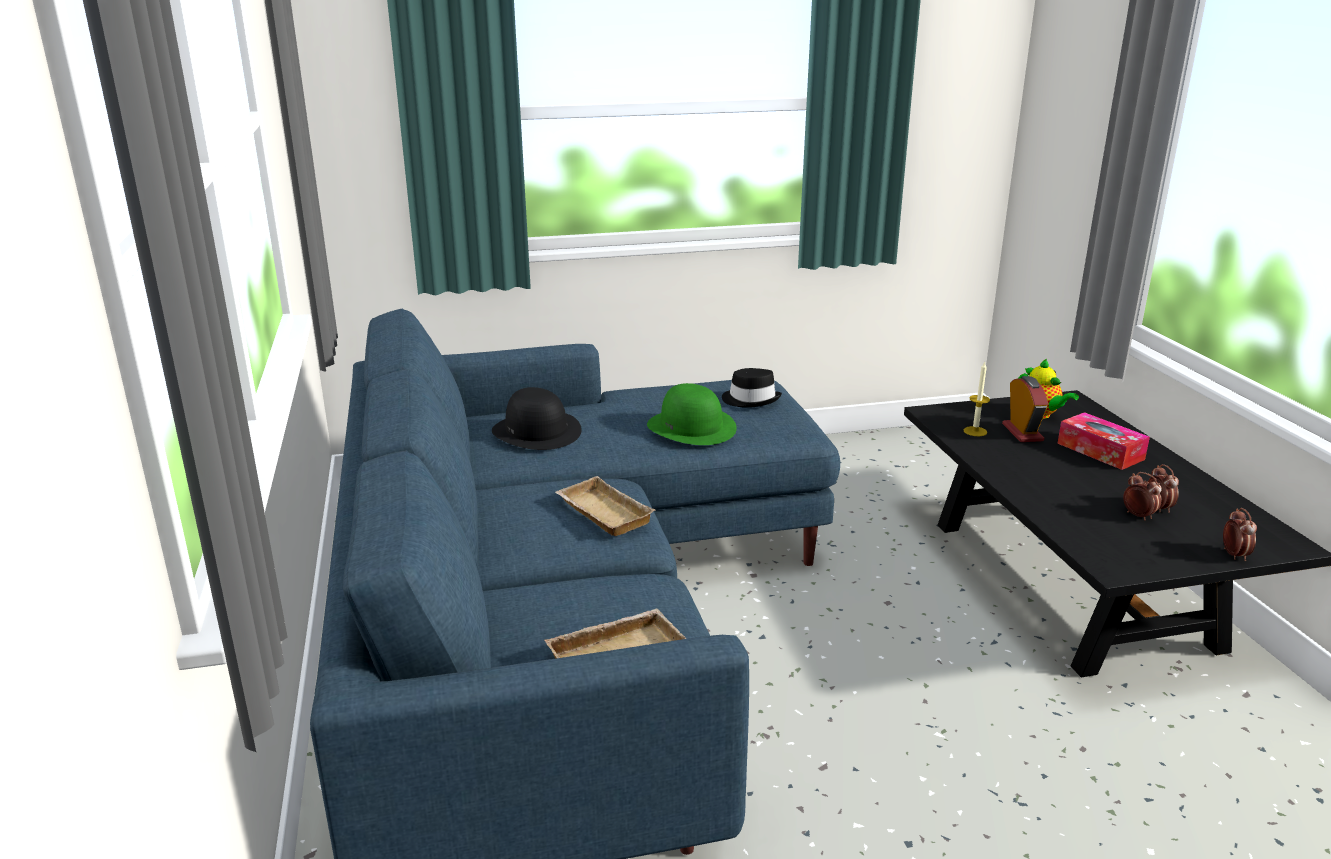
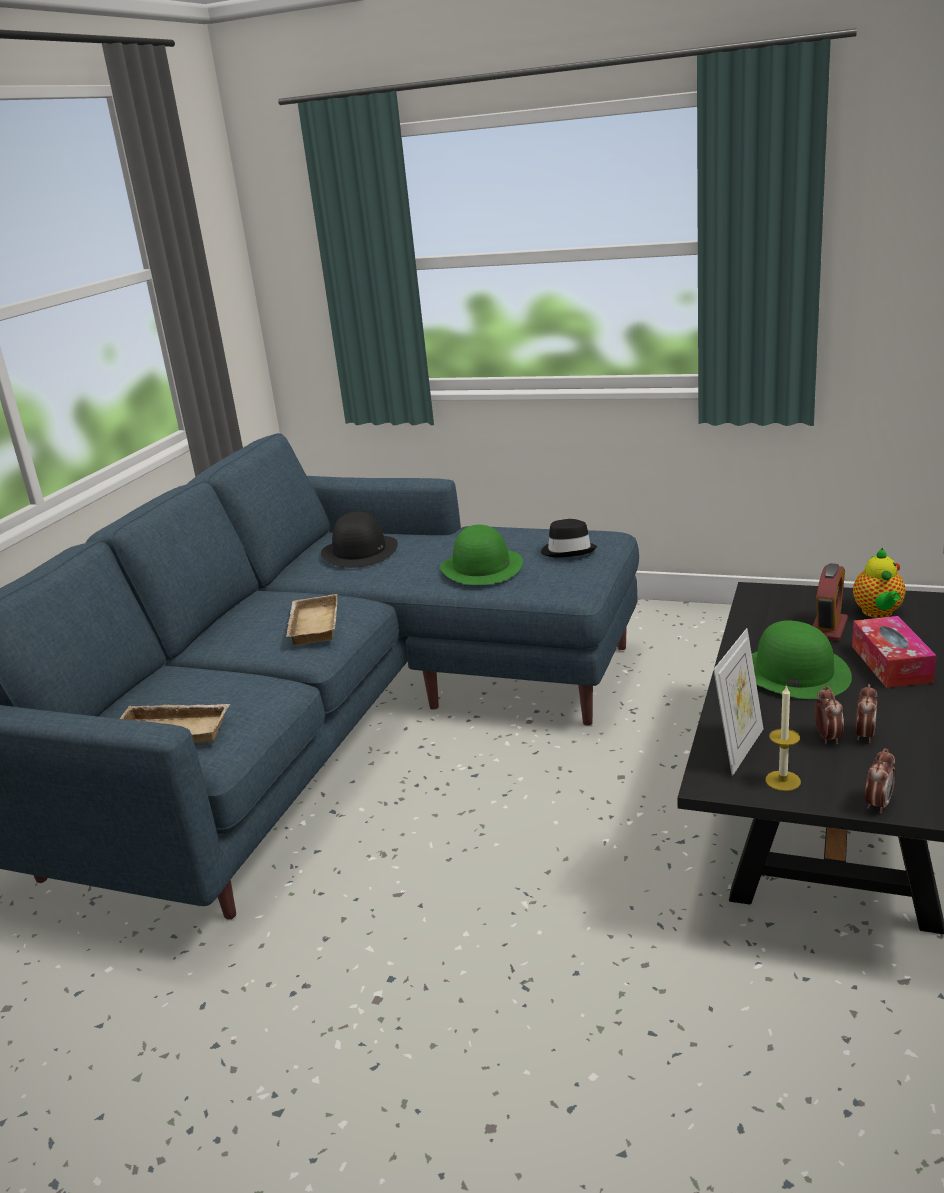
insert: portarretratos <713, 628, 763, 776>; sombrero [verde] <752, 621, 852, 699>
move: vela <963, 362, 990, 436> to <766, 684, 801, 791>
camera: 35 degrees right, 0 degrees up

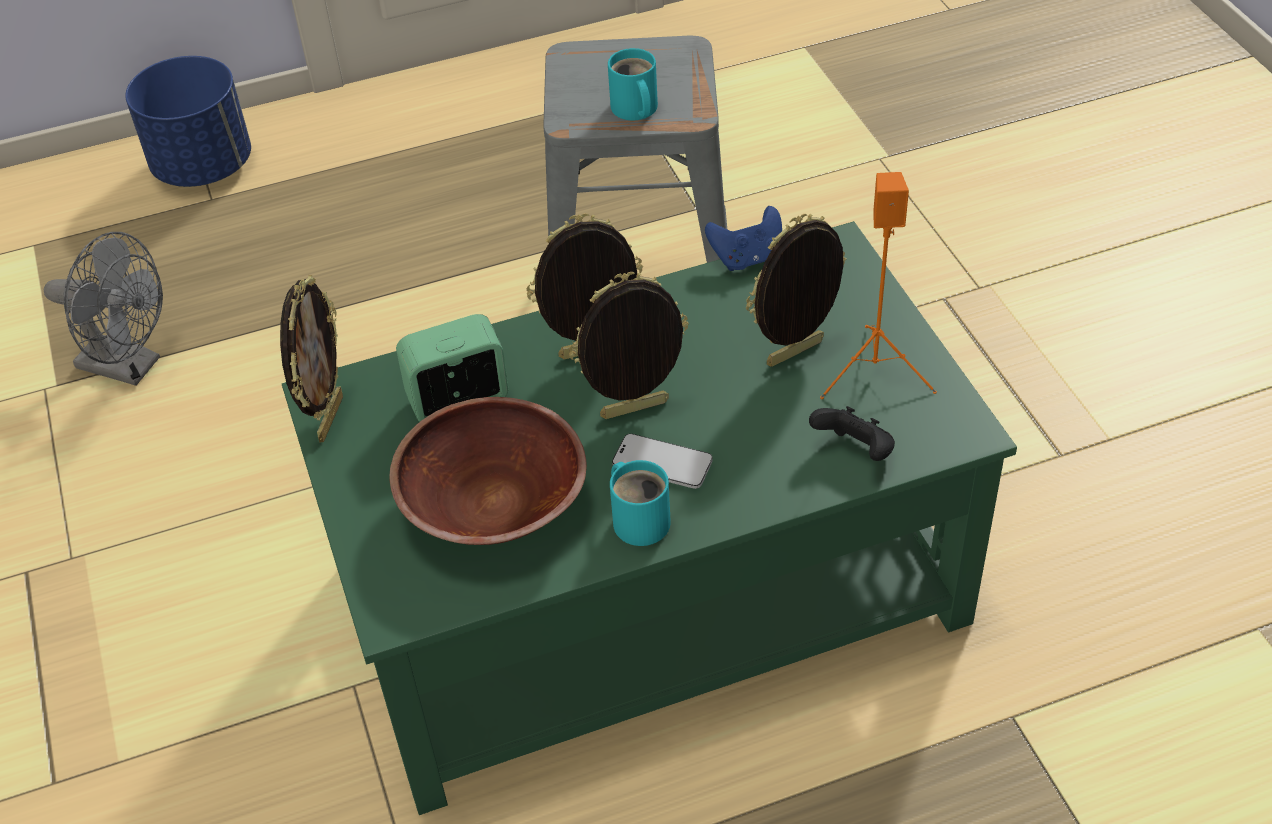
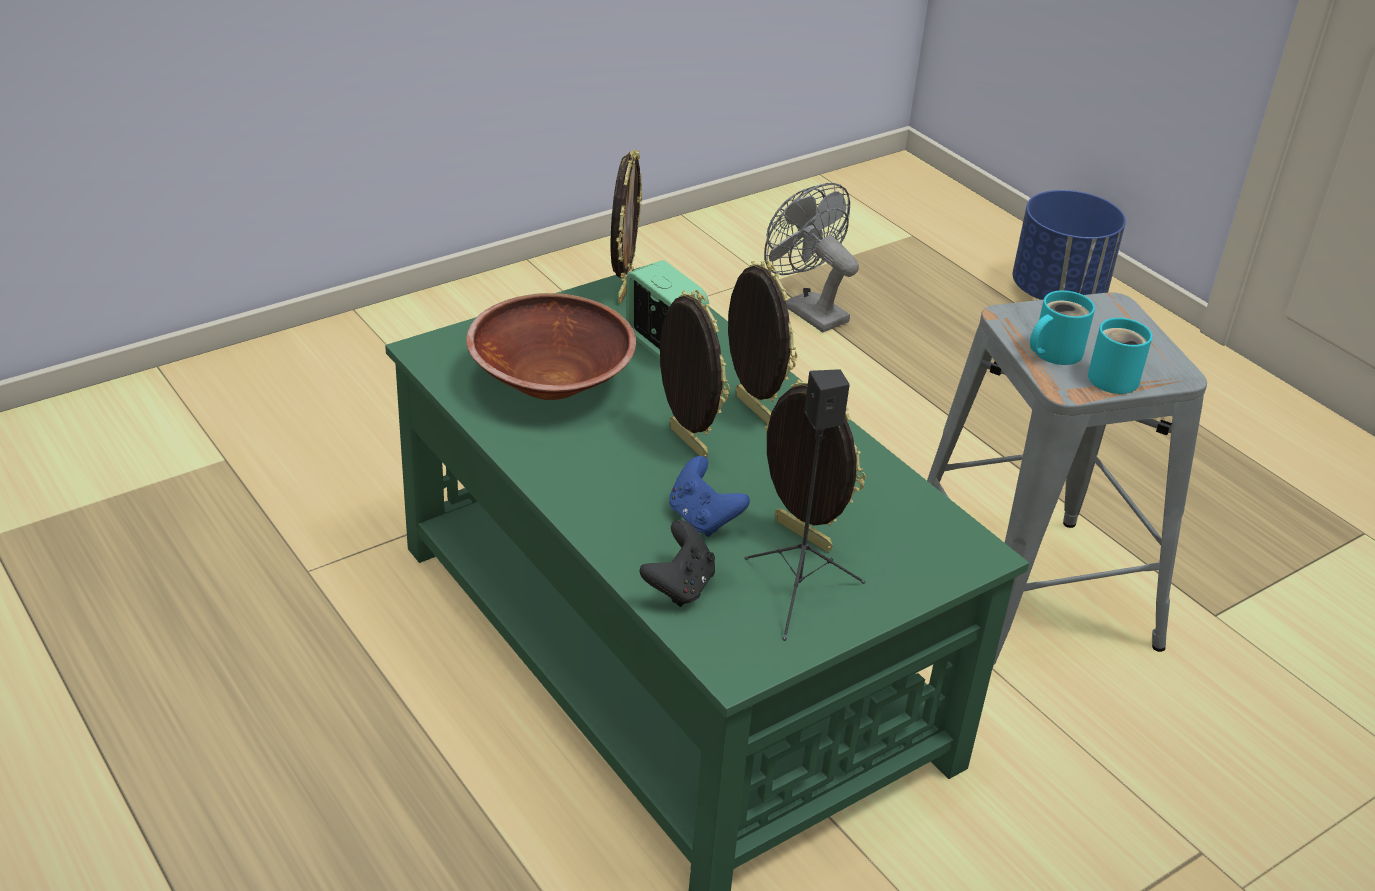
delete: móvil <612, 434, 713, 489>
move: taza grande [turquesa] <610, 460, 671, 546> to <1088, 318, 1152, 394>; mando de consola [azul] <705, 206, 782, 271> to <669, 456, 750, 537>
recolor: altavoz [naranja] <820, 172, 937, 399> to altavoz [negro] <745, 369, 865, 641>
rotate: ventilador [gris] <44, 232, 163, 386> = <764, 183, 859, 332> 135 degrees clockwise; portarretratos <280, 275, 343, 443> = <611, 149, 642, 304> 75 degrees counterclockwise
camera: 70 degrees right, 10 degrees down

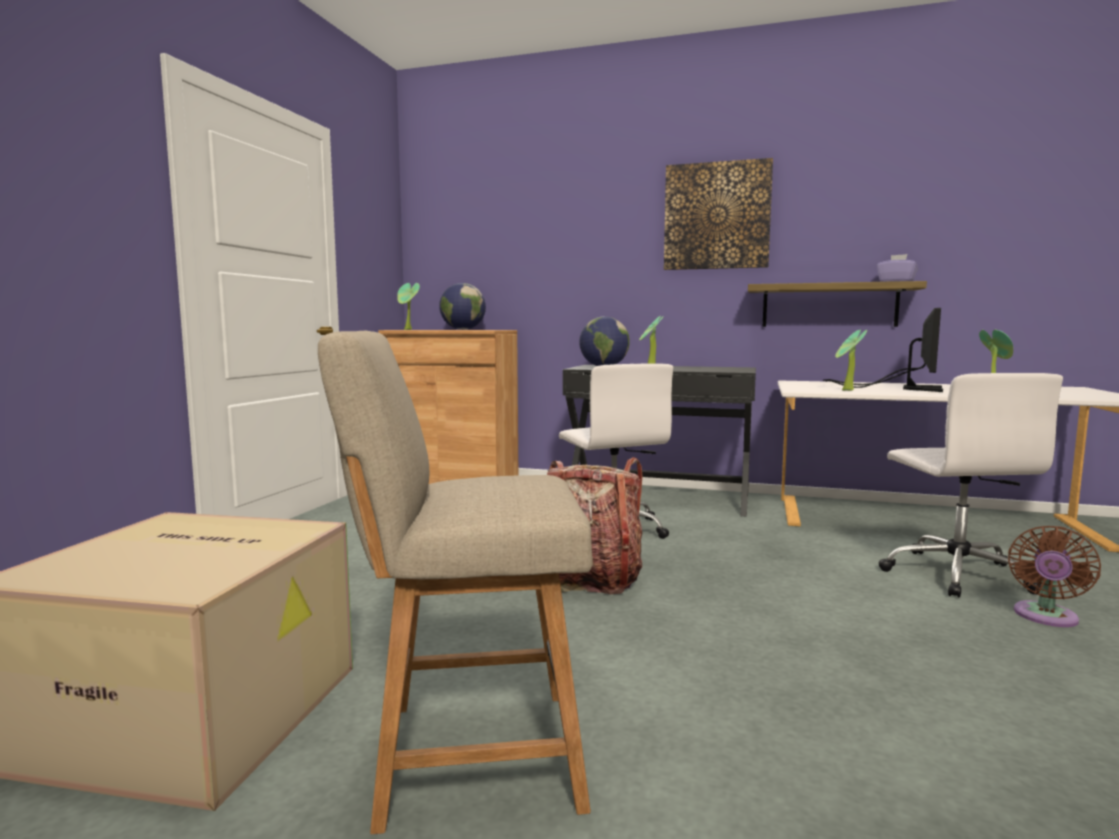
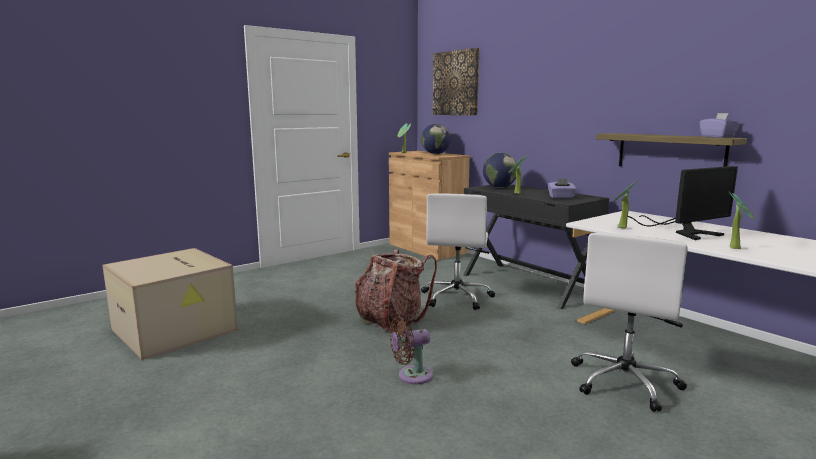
delete: silla [beis] <318, 331, 593, 834>
insert: caja de pañuelos [morado] <548, 178, 576, 198>
move: cuadro <664, 158, 773, 270> to <433, 48, 480, 115>; ventilador [marrón] <1008, 526, 1101, 627> to <389, 317, 433, 384>
camera: 35 degrees right, 5 degrees up

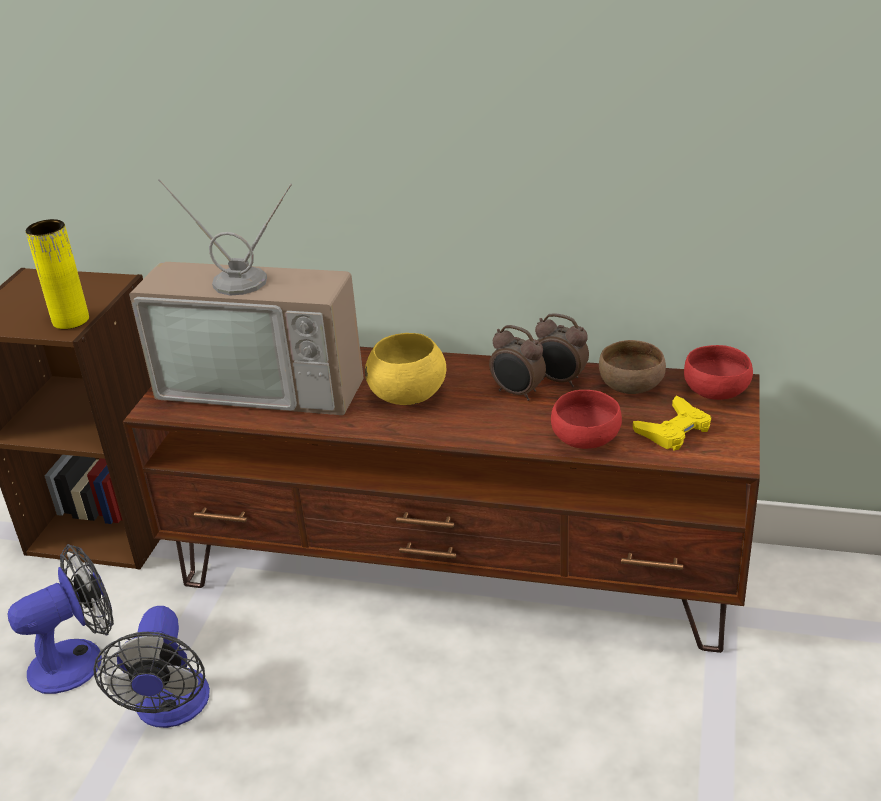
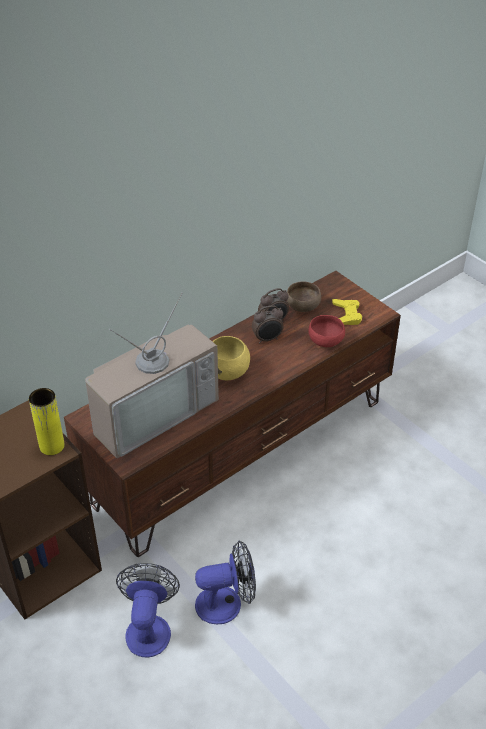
delete: cuenco [rojo] <684, 345, 753, 400>
rotate: ventilador <93, 606, 210, 728> = <195, 540, 256, 624> 45 degrees counterclockwise
camera: 55 degrees left, 10 degrees up

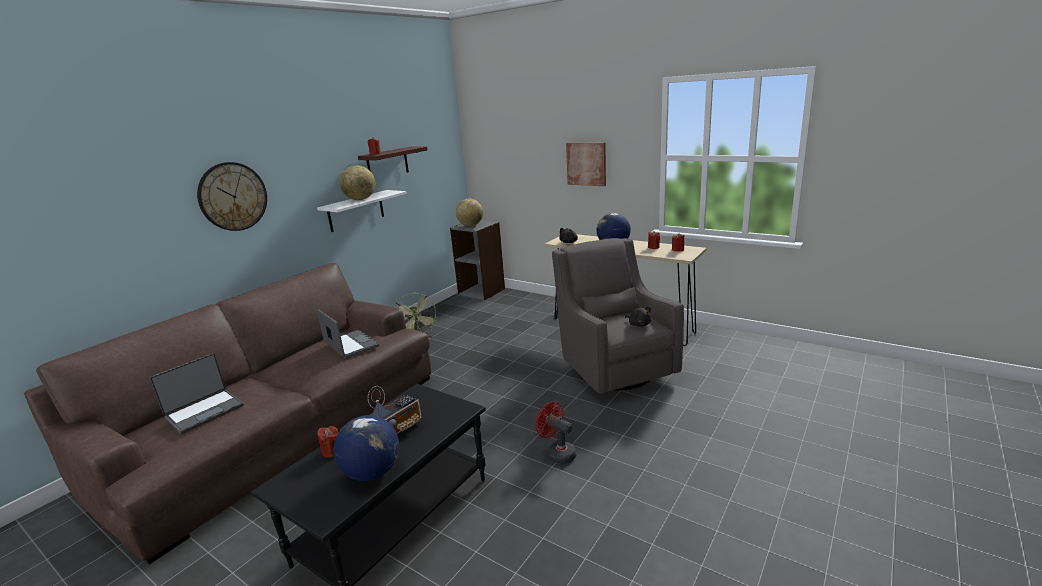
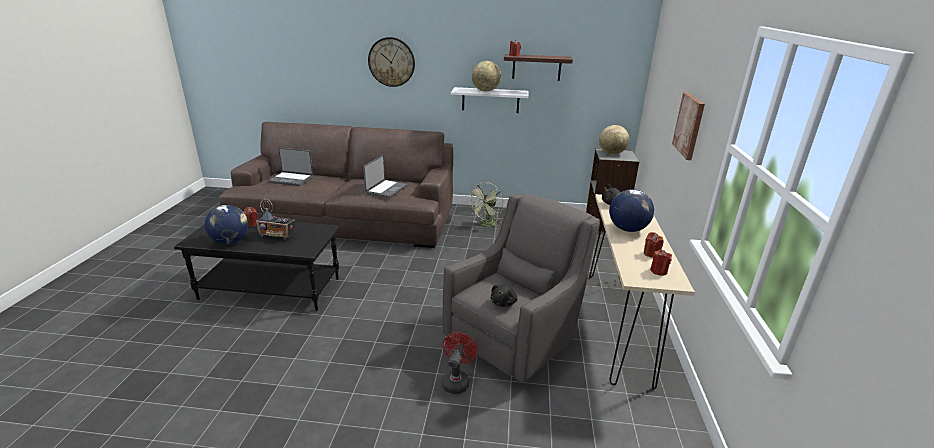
move: ventilador [rojo] <536, 402, 576, 464> to <442, 332, 478, 394>
camera: 60 degrees right, 5 degrees up

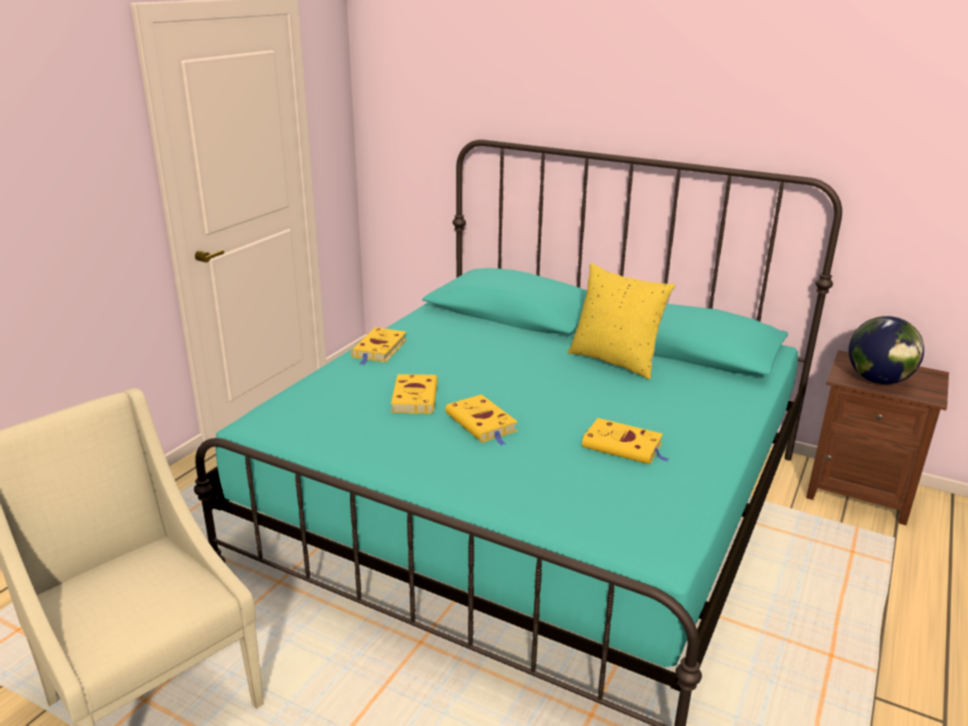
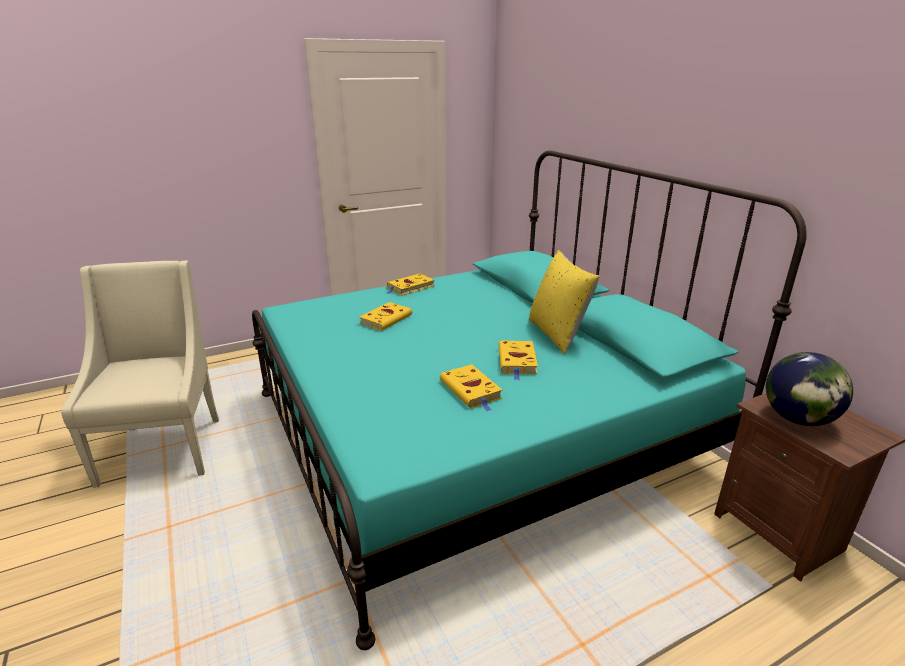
move: libro [amarillo] <445, 394, 518, 446> to <499, 340, 538, 380>
camera: 35 degrees right, 0 degrees up

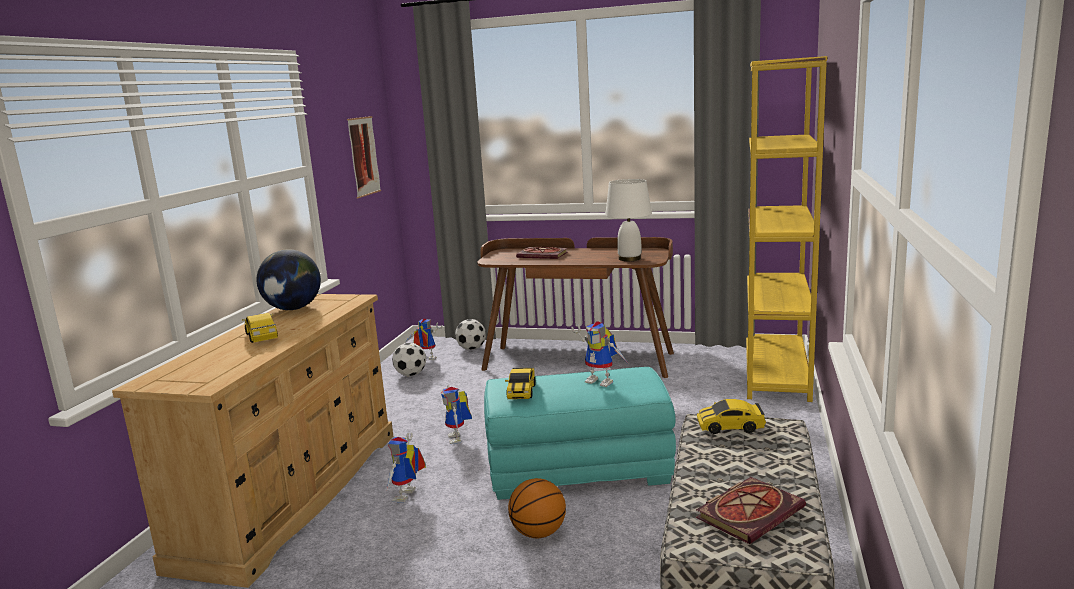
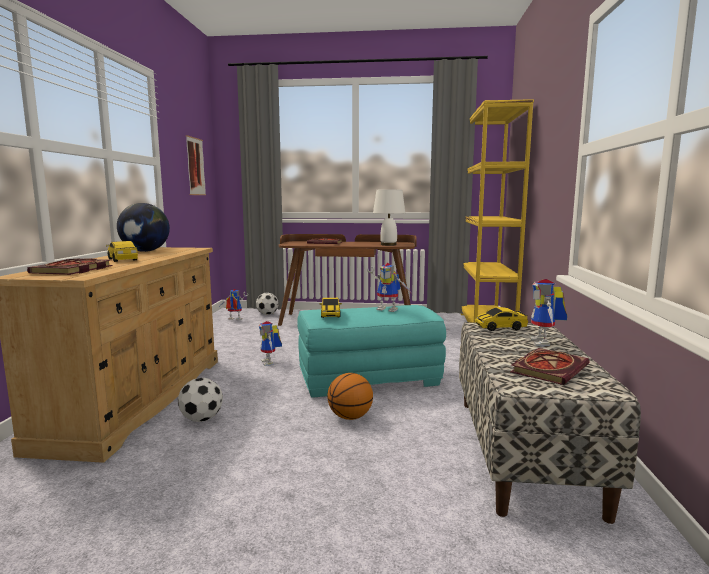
insert: libro <27, 258, 113, 275>
move: robot de juguete <387, 433, 426, 503> to <530, 279, 567, 346>; balón de fútbol <392, 343, 426, 376> to <178, 378, 223, 422>
camera: 10 degrees left, 5 degrees down

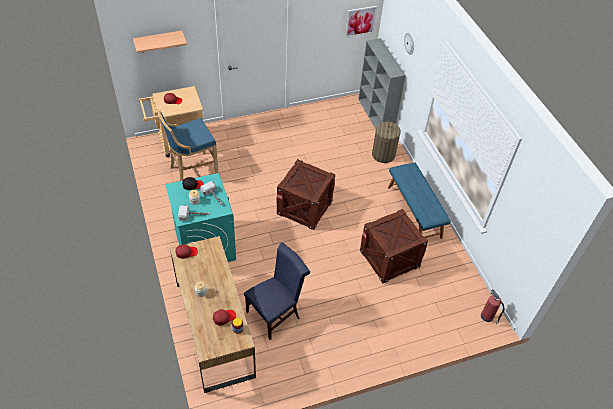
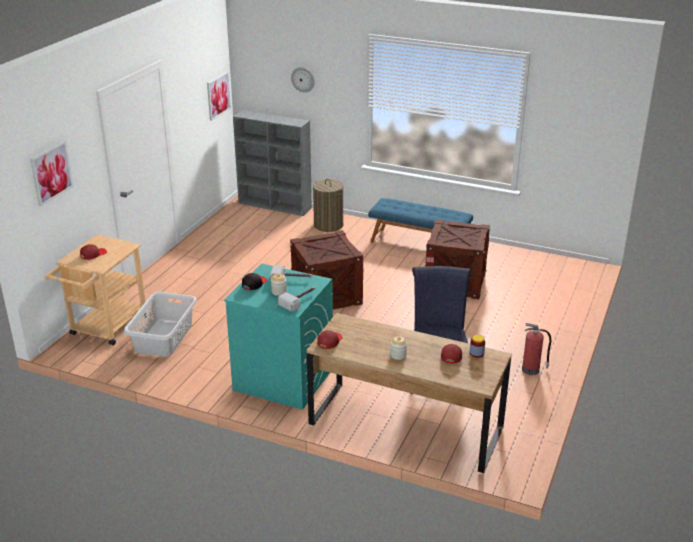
move: extintor <481, 289, 504, 324> to <522, 323, 551, 375>
replace: estante <133, 31, 187, 53> to cuadro <30, 141, 74, 206>; taburete [azul] <158, 110, 218, 181> to cesto de la ropa [gris] <124, 292, 197, 357>
camera: 45 degrees left, 20 degrees down

